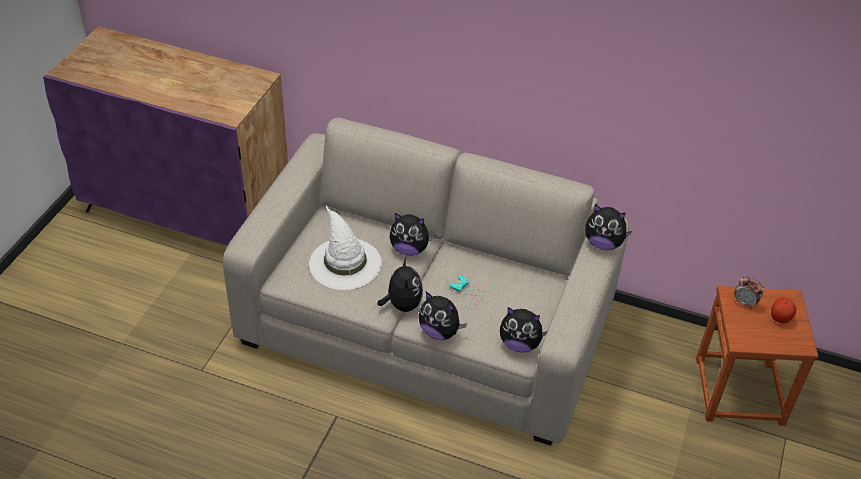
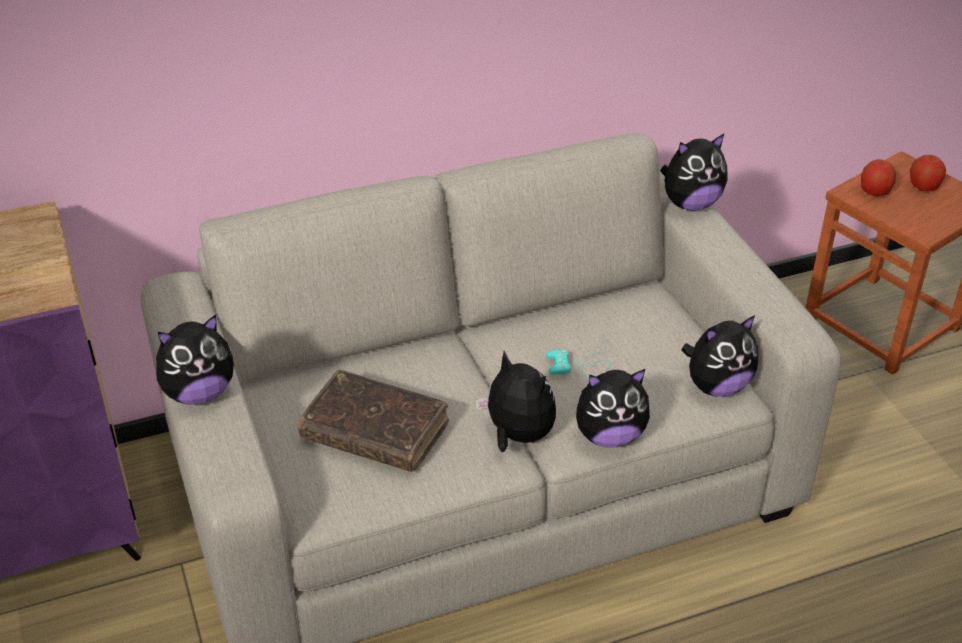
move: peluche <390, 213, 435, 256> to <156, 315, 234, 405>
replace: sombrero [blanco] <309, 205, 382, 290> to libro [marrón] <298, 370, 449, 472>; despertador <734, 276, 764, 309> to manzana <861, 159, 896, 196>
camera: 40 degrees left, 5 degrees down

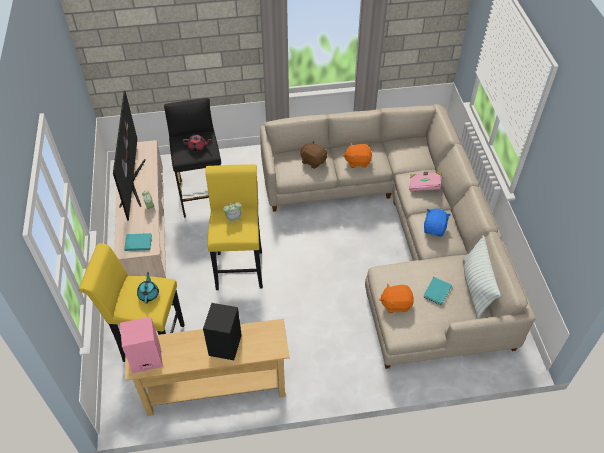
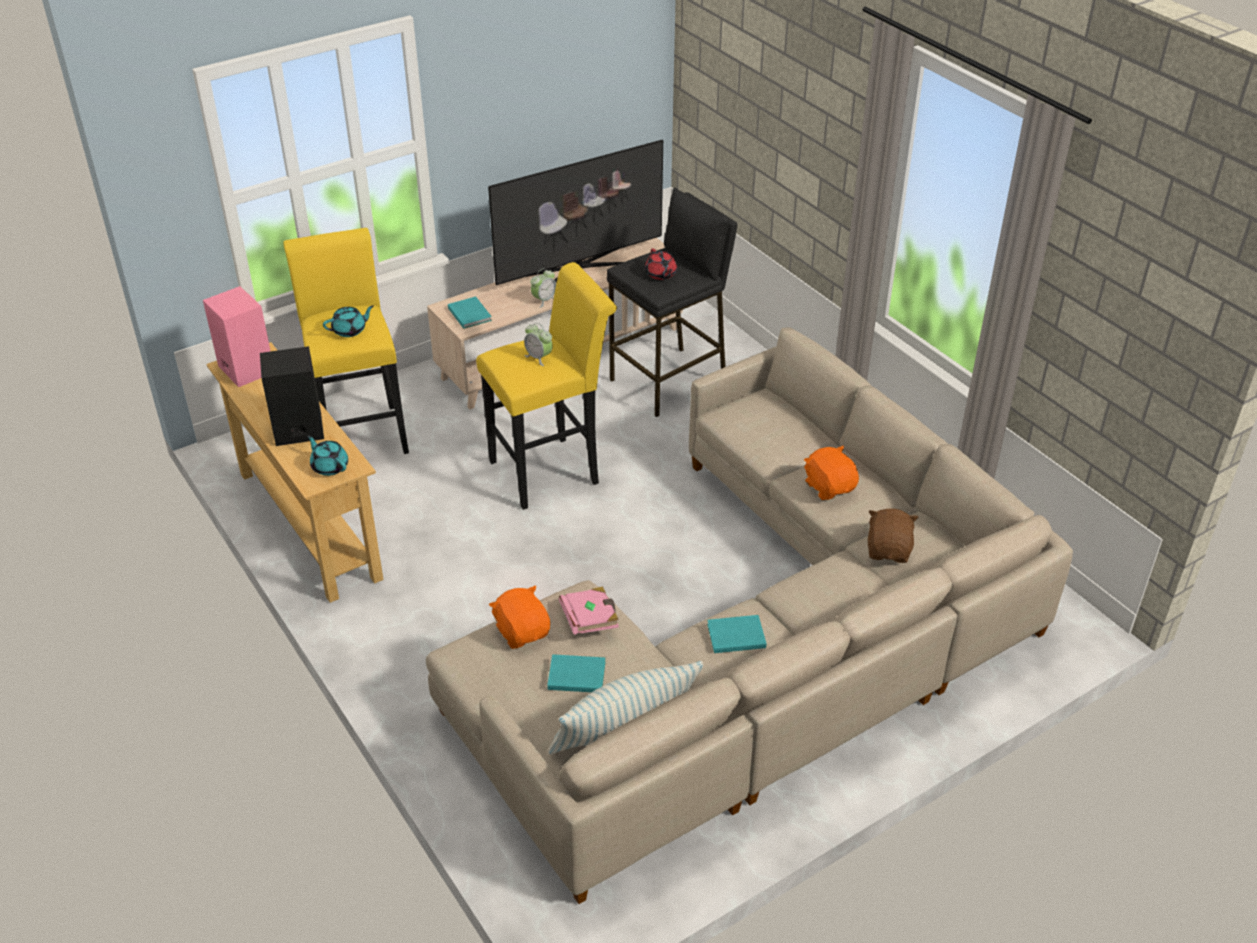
insert: tetera [turquesa] <307, 435, 348, 476>
move: peluche [marrón] <301, 140, 328, 169> to <868, 508, 918, 563>; libro [rosa] <409, 172, 442, 192> to <559, 587, 619, 635>
replace: peluche [azul] <424, 209, 451, 237> to libro [turquesa] <707, 615, 767, 653>
camera: 65 degrees right, 10 degrees down

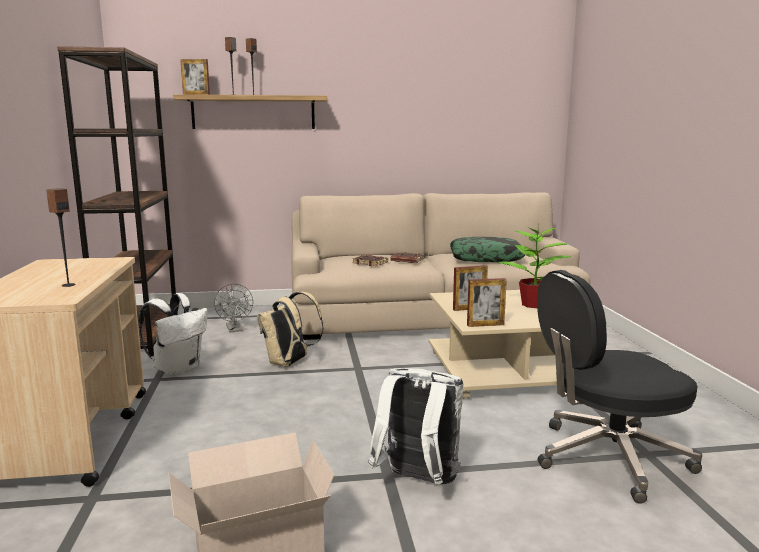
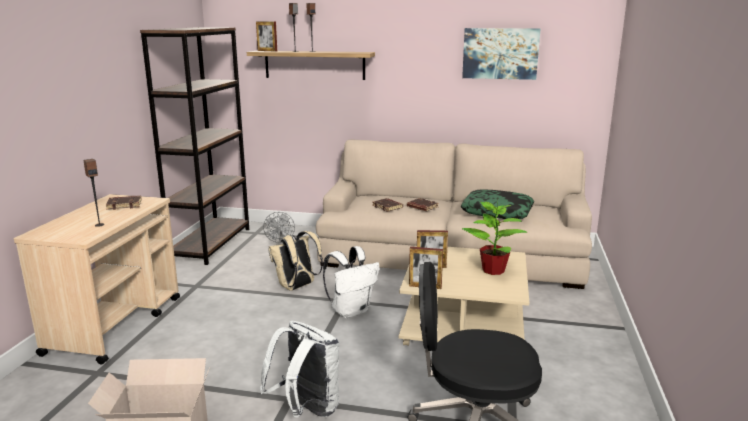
insert: libro [marrón] <106, 196, 142, 210>; cuadro <462, 28, 541, 80>
move: mochila [blanco] <139, 293, 208, 376> to <323, 246, 379, 318>
camera: 20 degrees right, 5 degrees up

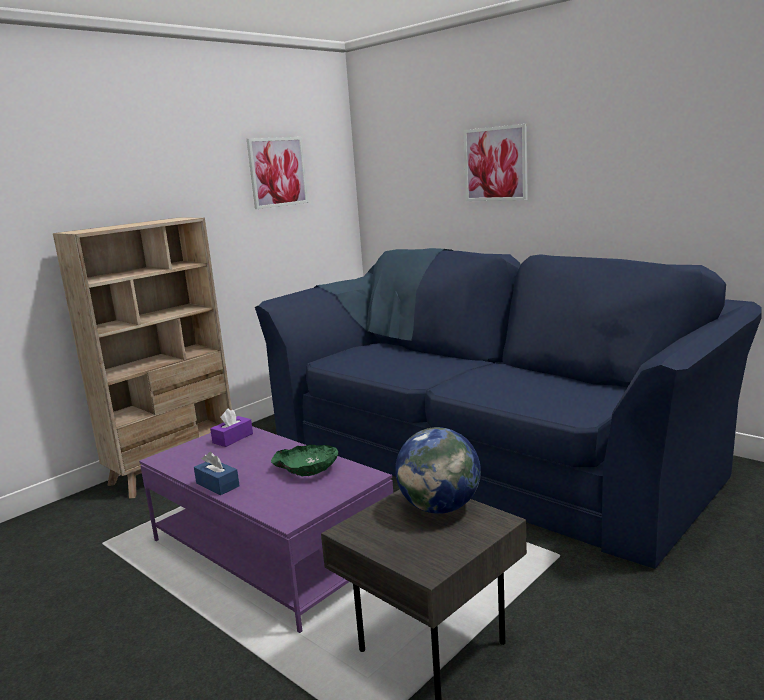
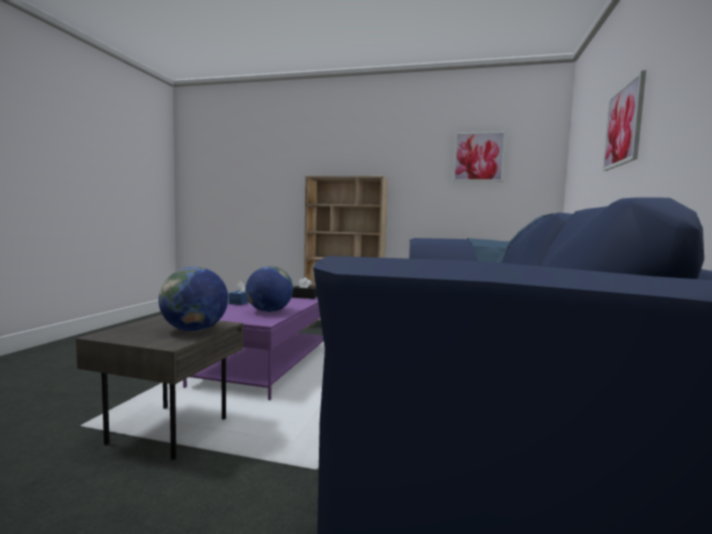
replace: cuenco [verde] <271, 445, 338, 476> to globo terráqueo <246, 266, 293, 312>
recolor: caja de pañuelos [morado] <210, 408, 253, 447> to caja de pañuelos [negro] <292, 277, 317, 299>
camera: 60 degrees right, 10 degrees down

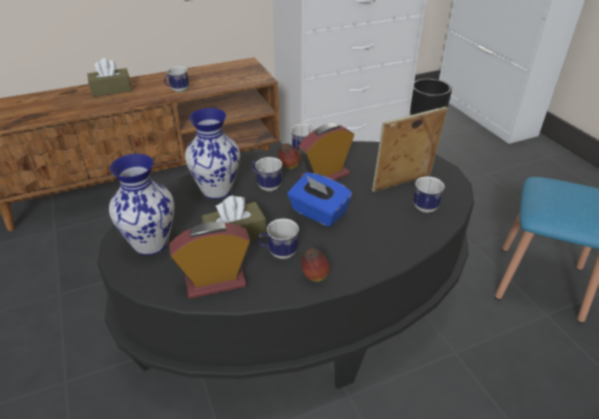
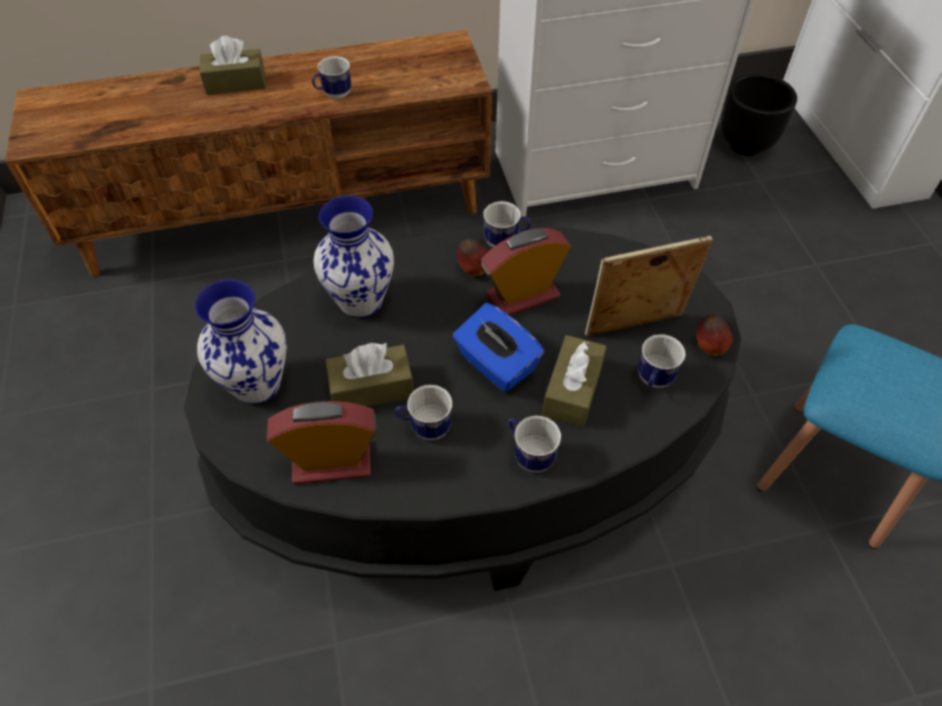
insert: caja de pañuelos [marrón] <542, 335, 607, 427>
move: taza grande <252, 157, 282, 191> to <509, 416, 561, 472>; manzana <301, 248, 330, 282> to <696, 314, 732, 356>
camera: 10 degrees right, 15 degrees up

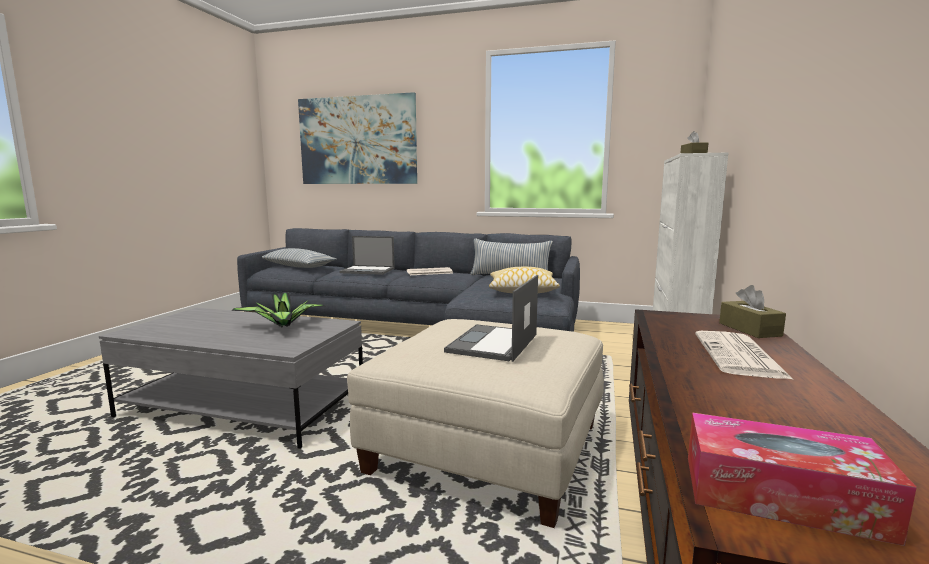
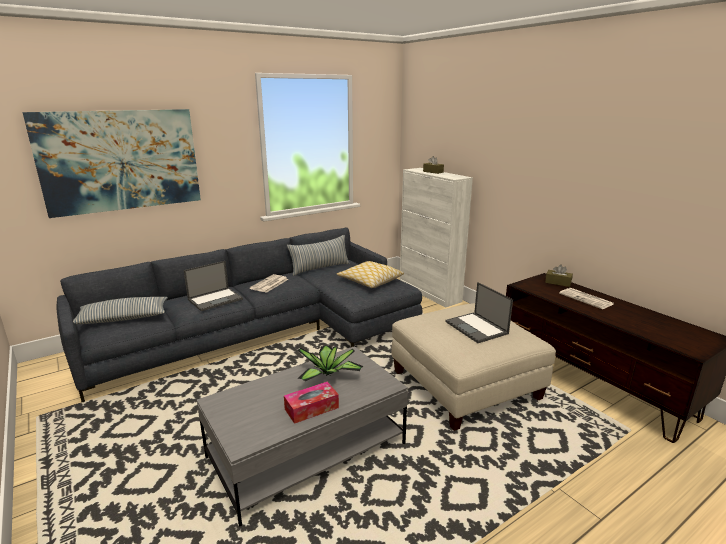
move: caja de pañuelos <688, 413, 917, 546> to <284, 382, 339, 424>
camera: 50 degrees left, 10 degrees up

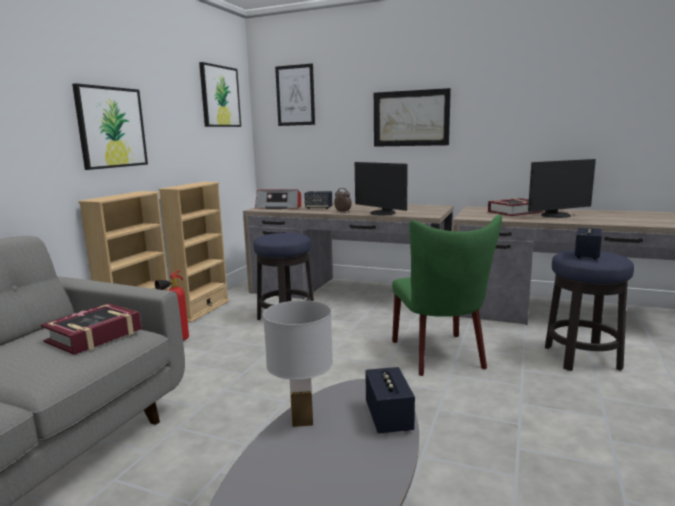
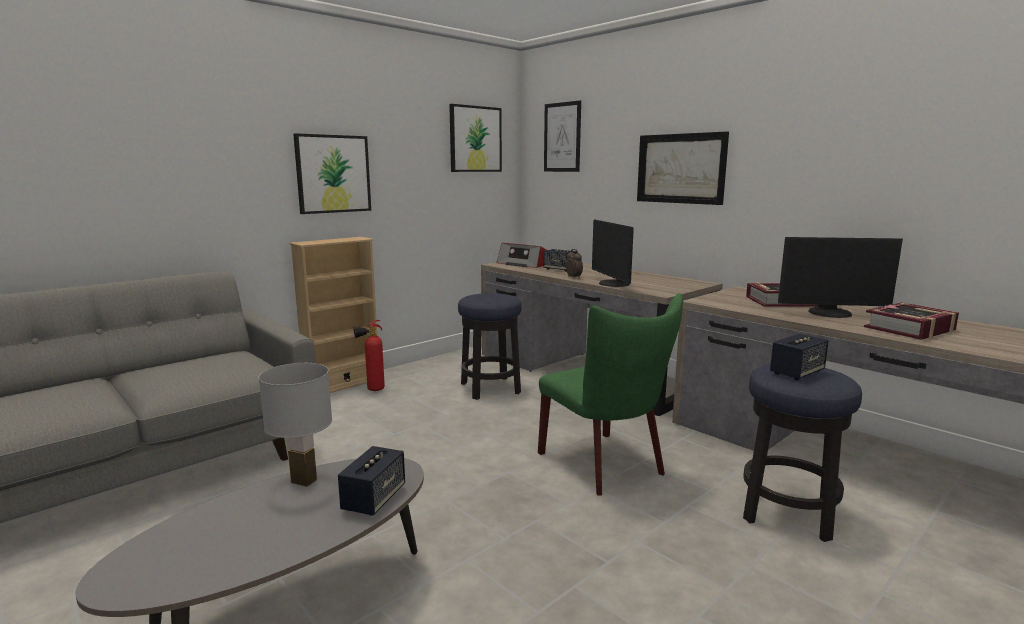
delete: estantería [beis] <159, 182, 230, 323>
move: libro <41, 303, 142, 355> to <864, 302, 959, 340>
rotate: silla [verde] <392, 215, 502, 376> = <538, 293, 683, 496> 45 degrees counterclockwise
camera: 25 degrees right, 0 degrees up

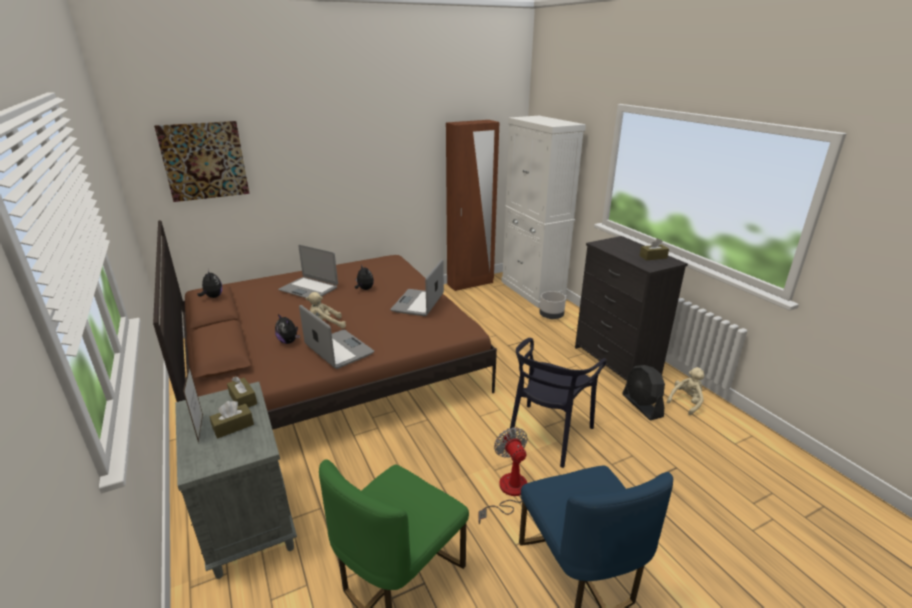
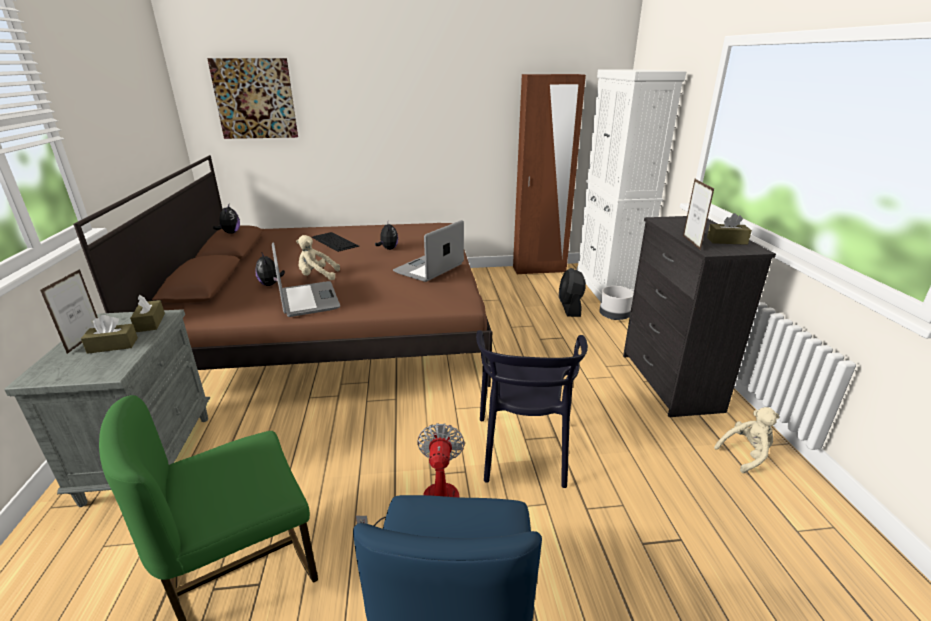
insert: portarretratos <683, 179, 714, 250>
move: ventilador [negro] <622, 365, 665, 420> to <559, 268, 586, 317>
replace: portátil <278, 245, 338, 298> to teclado <312, 232, 359, 252>
rotate: silla [negro] <509, 338, 607, 468> = <476, 330, 588, 488> 45 degrees counterclockwise
camera: 20 degrees right, 0 degrees up

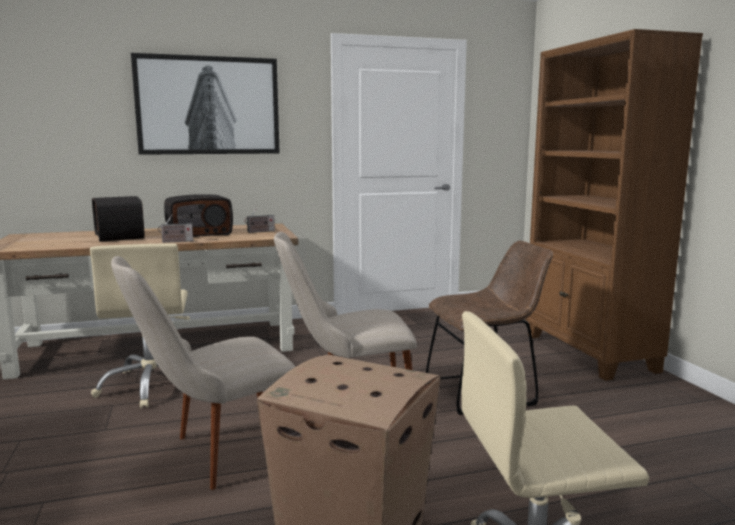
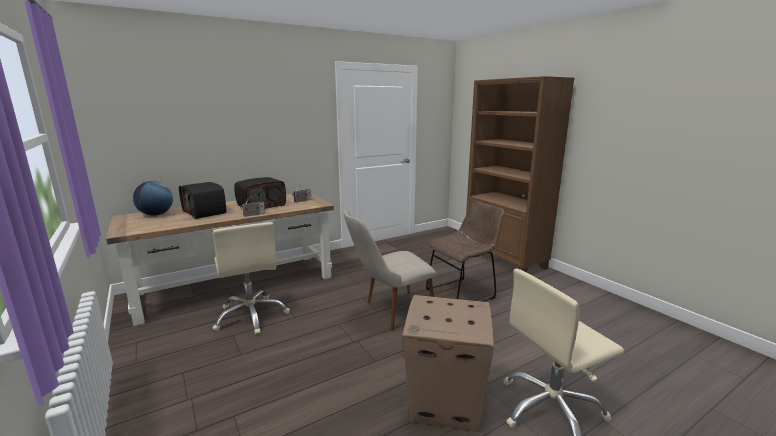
delete: silla [beis] <111, 256, 296, 490>; cuadro <131, 53, 280, 155>
insert: globo terráqueo <133, 181, 173, 216>
camera: 15 degrees left, 5 degrees up

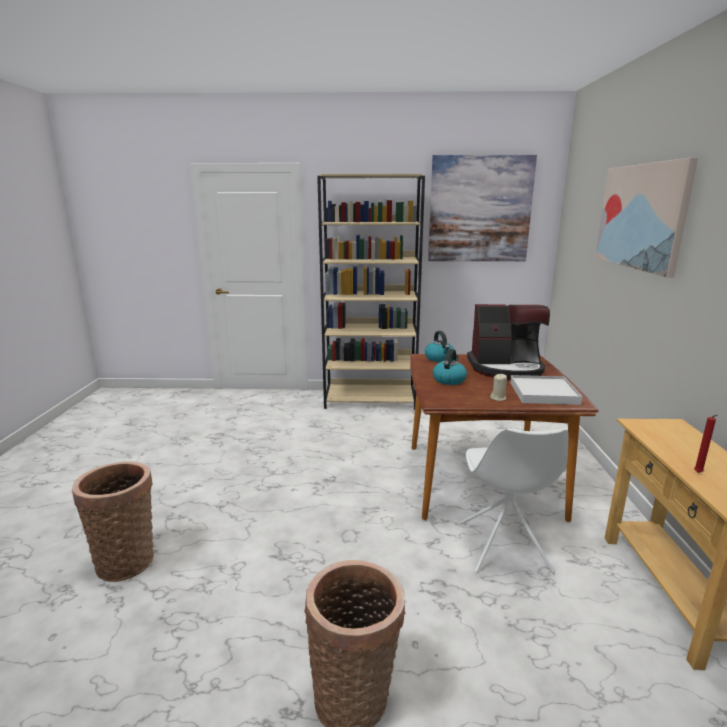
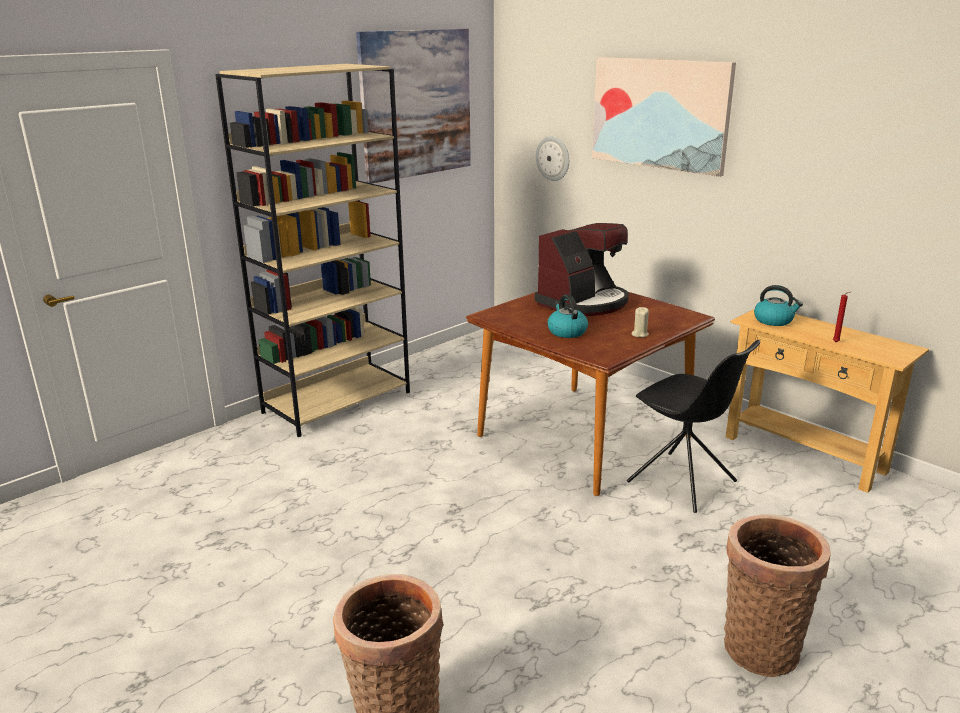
delete: bandeja [blanco] <510, 375, 583, 405>
insert: reloj de pared <536, 136, 569, 181>
move: hervidor <425, 331, 454, 362> to <754, 285, 803, 326>
recolor: silla [blanco] <460, 428, 569, 574> to silla [negro] <627, 340, 760, 513>
camera: 45 degrees left, 5 degrees up

